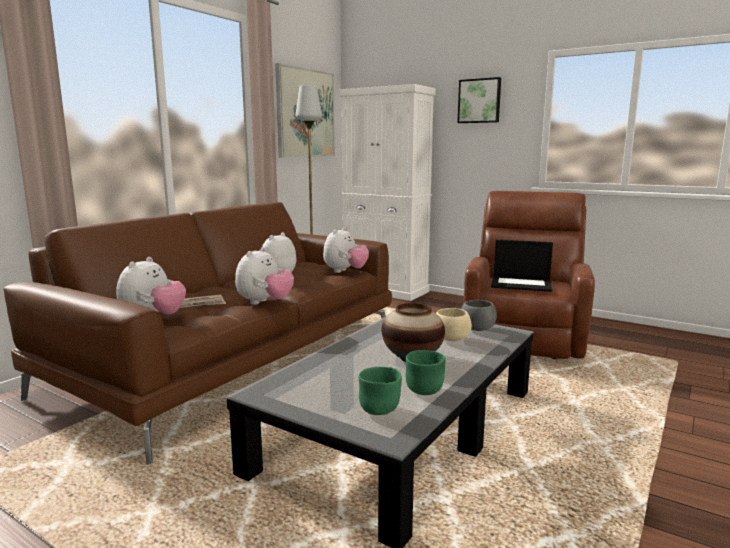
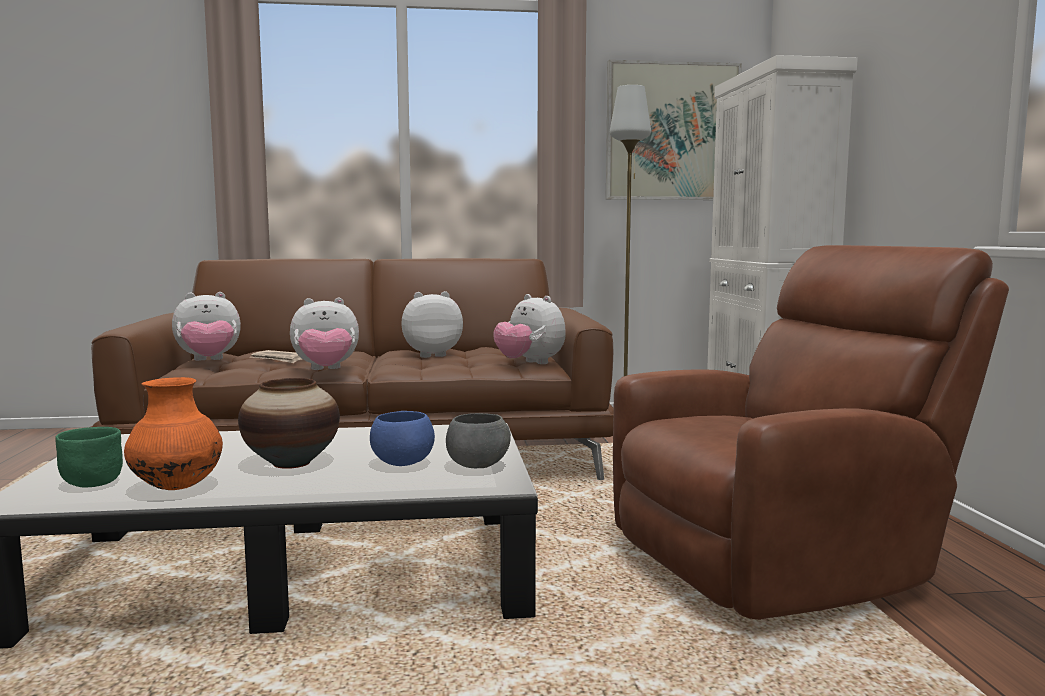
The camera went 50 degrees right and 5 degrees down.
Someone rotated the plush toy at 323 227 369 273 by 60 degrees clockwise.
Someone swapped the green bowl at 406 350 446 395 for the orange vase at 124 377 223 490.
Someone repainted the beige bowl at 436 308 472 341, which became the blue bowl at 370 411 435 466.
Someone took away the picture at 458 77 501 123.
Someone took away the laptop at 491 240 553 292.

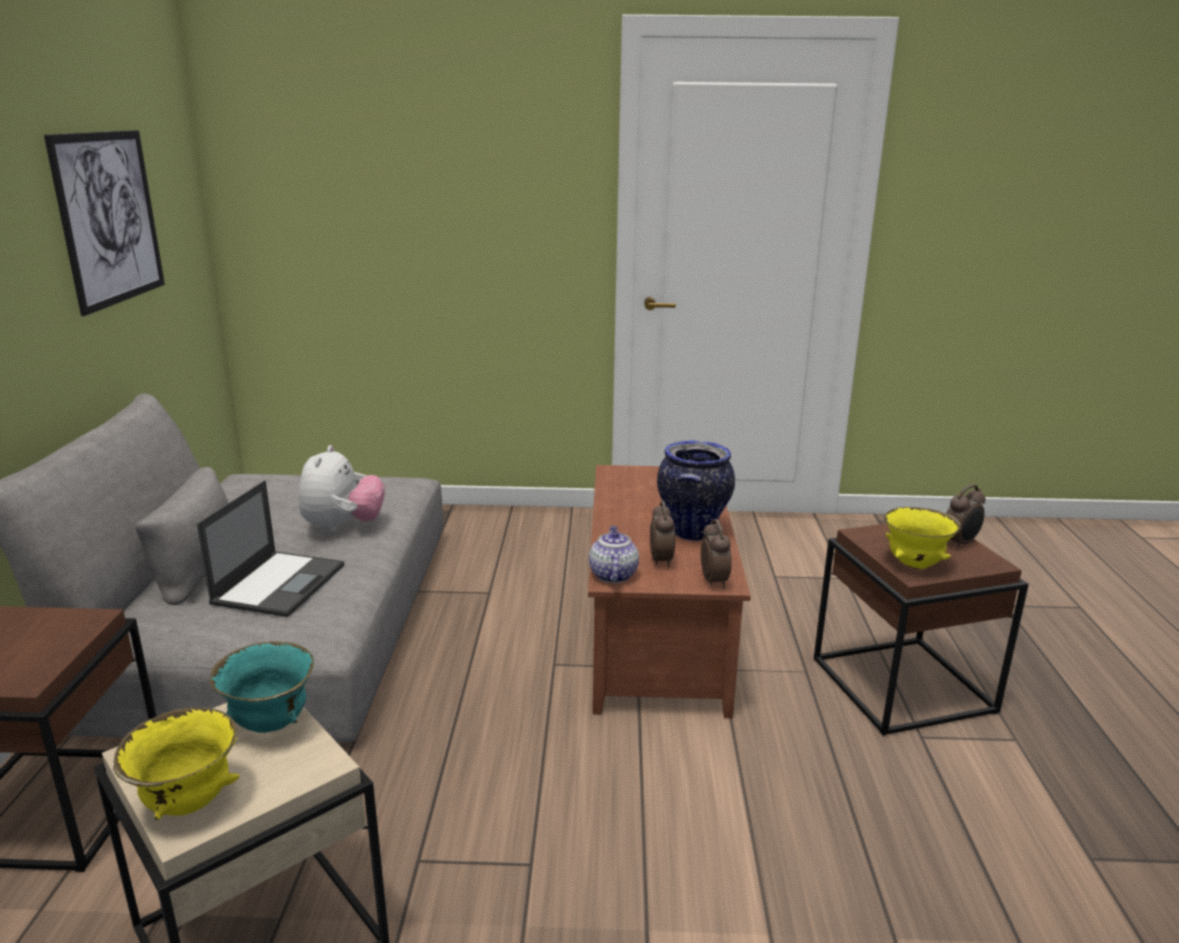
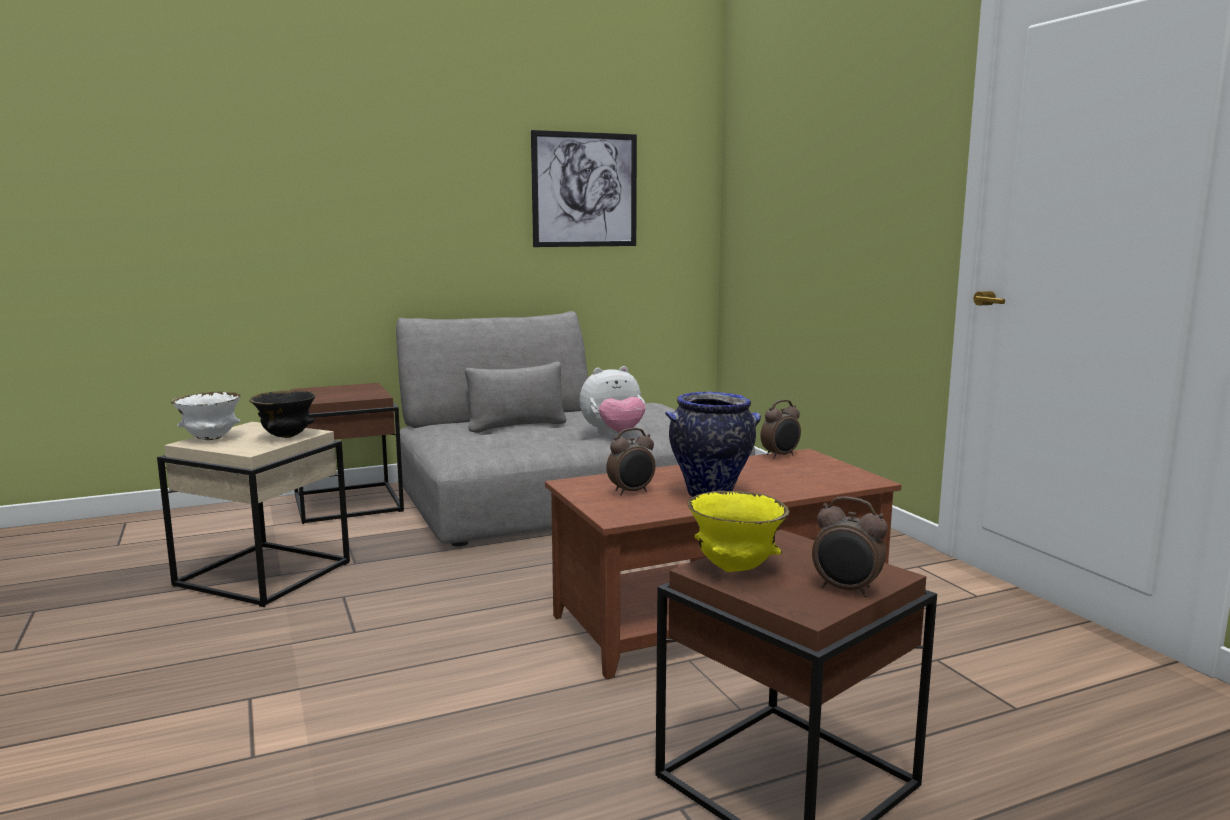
The camera went 65 degrees right and 10 degrees down.
Someone repainted the yellow bowl at 113 707 239 820, which became the white bowl at 171 392 241 440.
Someone took away the laptop at 197 480 344 617.
Someone repainted the turquoise bowl at 210 641 314 733, which became the black bowl at 250 390 316 438.
Someone took away the teapot at 589 526 639 583.
Someone carried the alarm clock from 701 519 732 588 to 760 400 801 459.

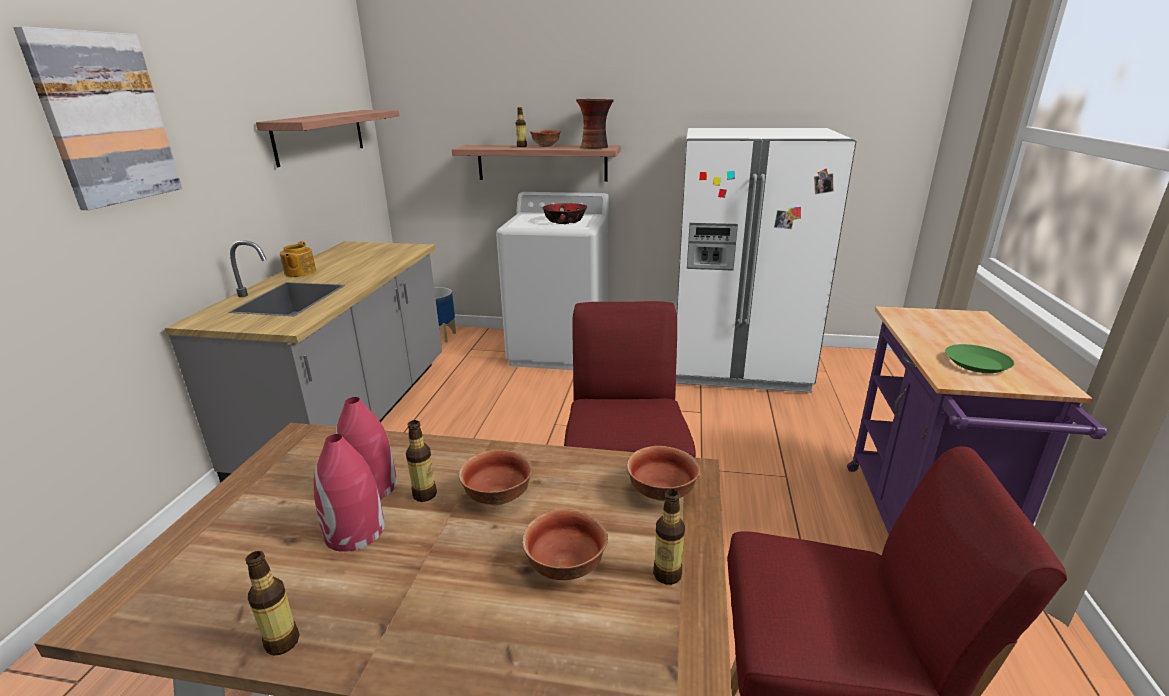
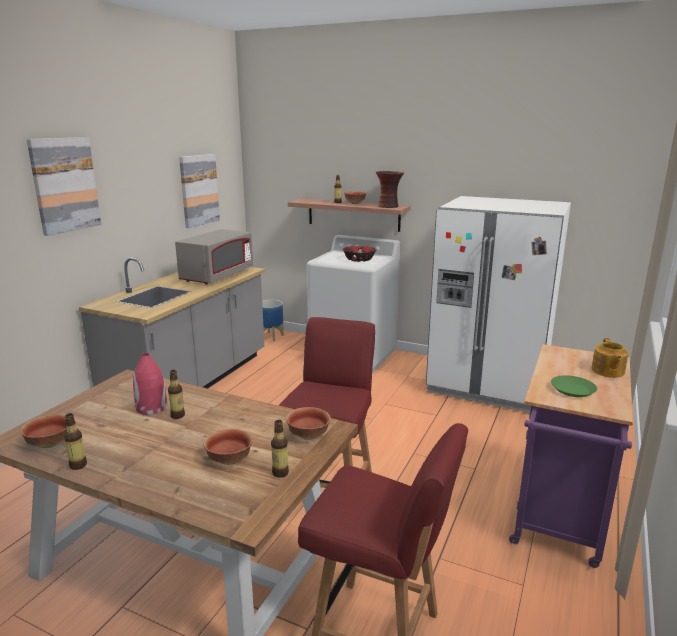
The camera went 15 degrees right and 5 degrees down.
Someone swapped the shelf at 256 110 399 167 for the picture at 179 154 220 228.
Someone carried the teapot from 280 241 316 277 to 591 338 628 378.
Someone took away the red vase at 313 434 385 552.
Someone carried the bowl from 459 450 533 505 to 20 414 67 448.
Someone put down the grey microwave at 175 229 253 285.

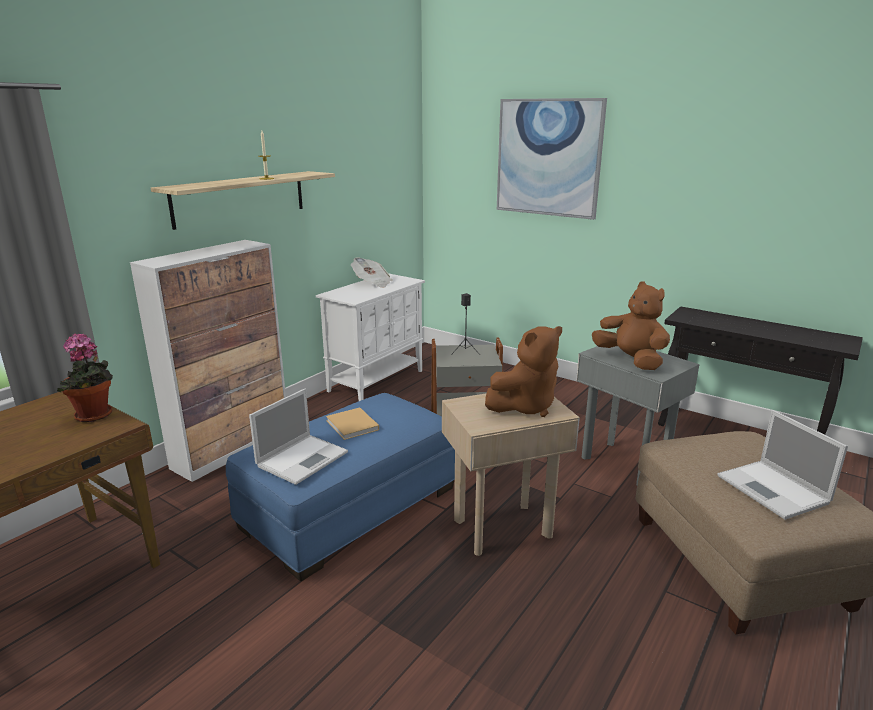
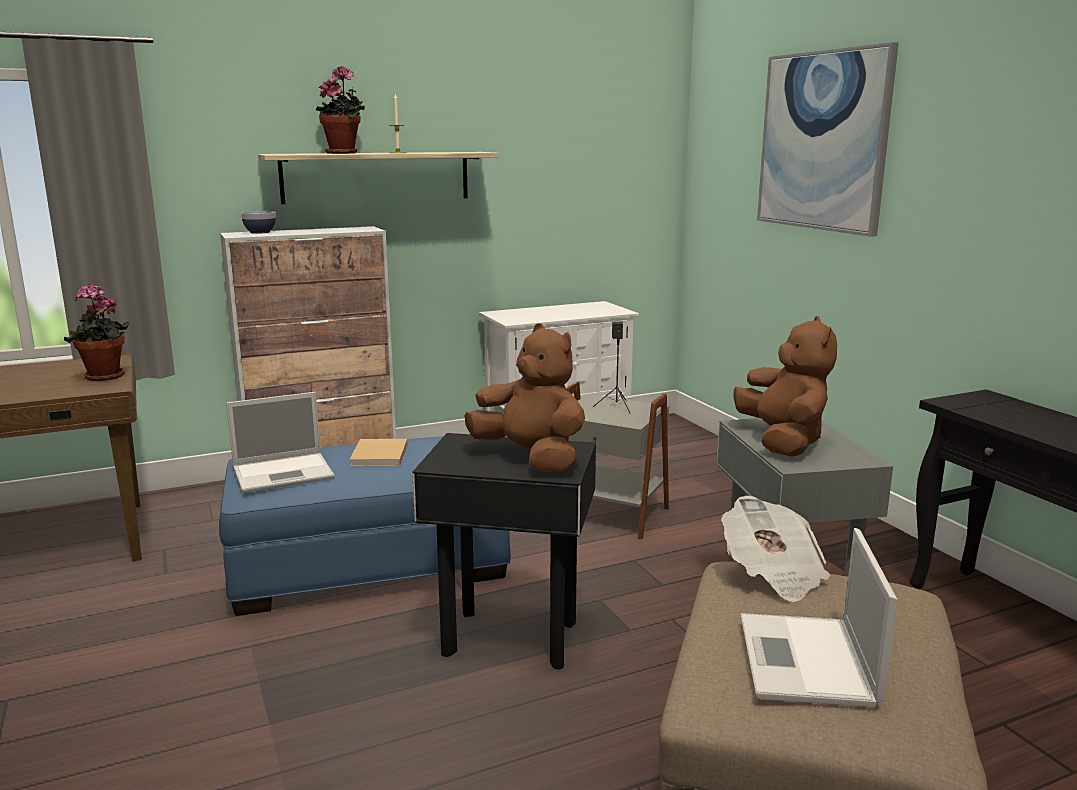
The camera went 30 degrees right and 5 degrees down.
Someone carried the newspaper from 351 257 393 288 to 721 496 830 602.
Someone repainted the beige side table at 442 393 580 556, which became the black side table at 412 433 596 670.
Someone rotated the brown plush toy at 485 326 562 417 by 135 degrees counterclockwise.
Someone put down the bowl at 241 211 276 234.
Someone put down the potted plant at 315 66 365 154.

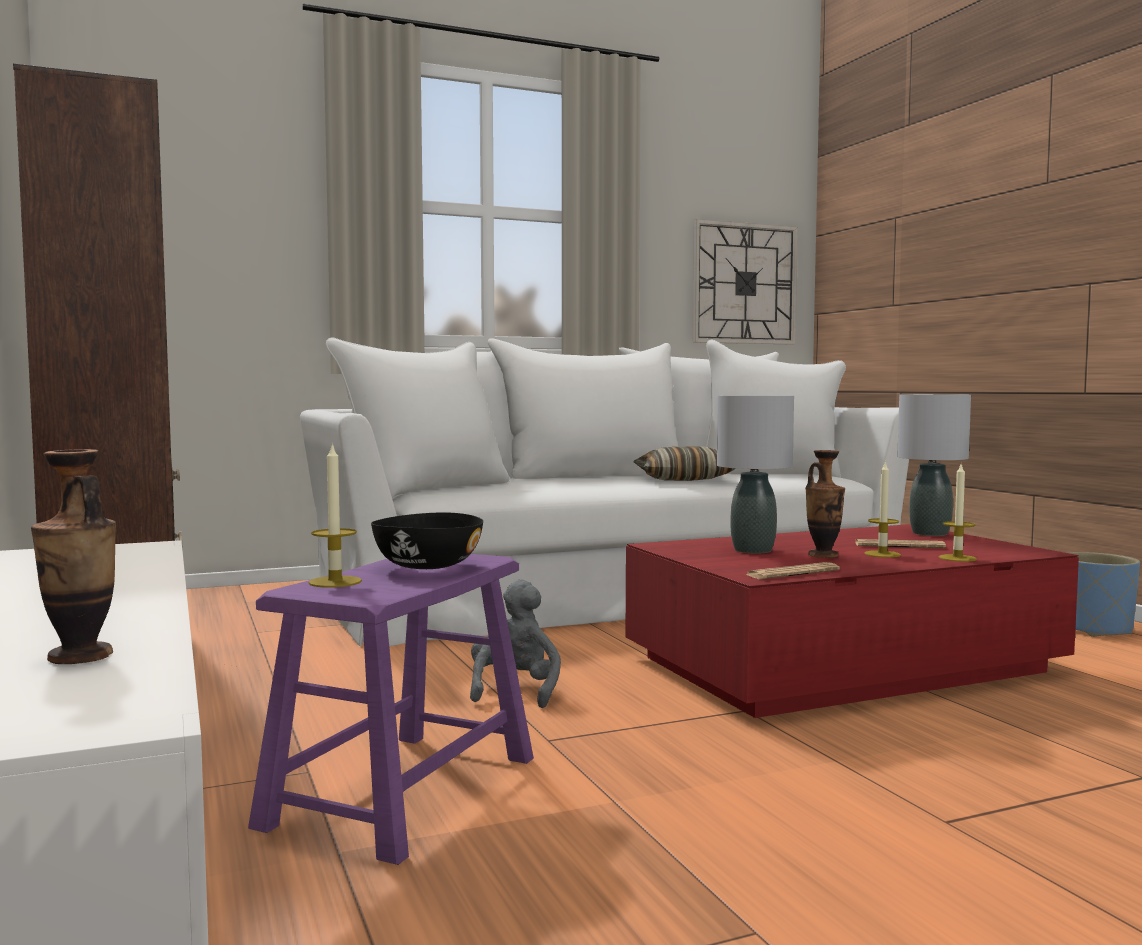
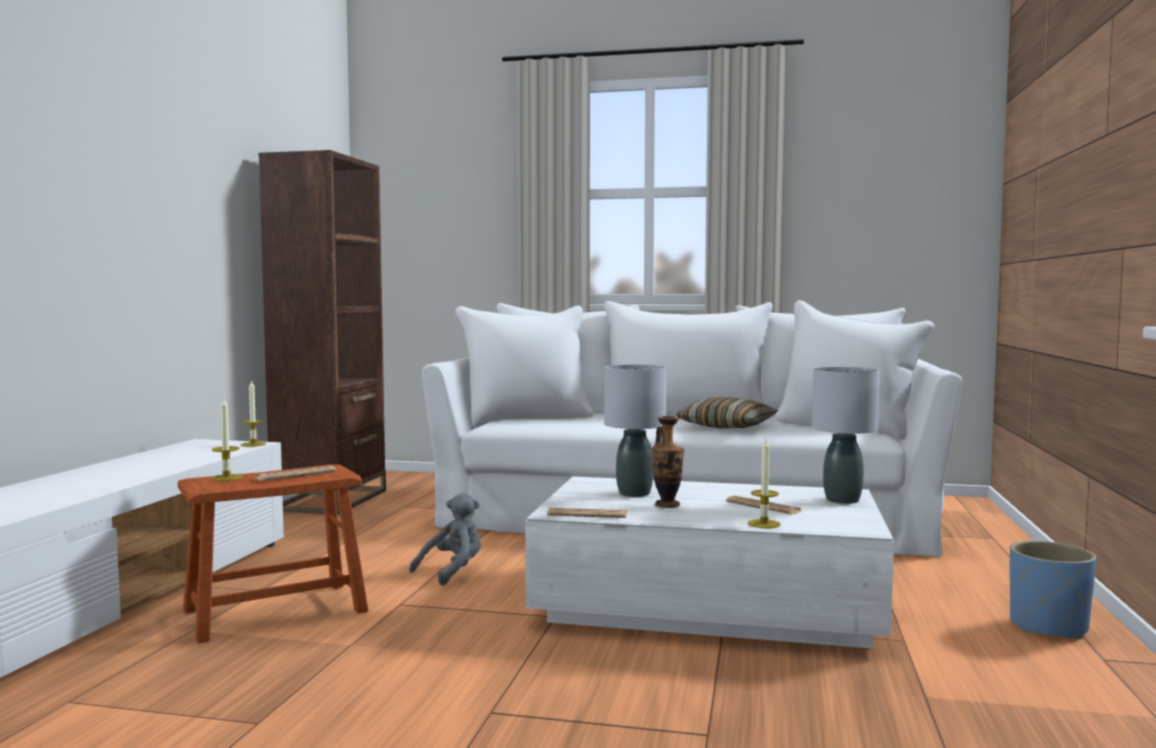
The camera went 35 degrees right and 0 degrees up.
Someone took away the vase at 31 449 116 664.
Someone repainted the purple stool at 248 554 534 865, which became the brown stool at 178 464 368 643.
Someone swapped the black bowl at 371 512 483 569 for the newspaper at 256 466 336 481.
Someone repainted the red coffee table at 626 524 1079 718, which became the white coffee table at 525 476 894 648.
Someone took away the wall clock at 692 219 798 345.
Someone carried the candle from 864 461 901 558 to 241 380 266 447.

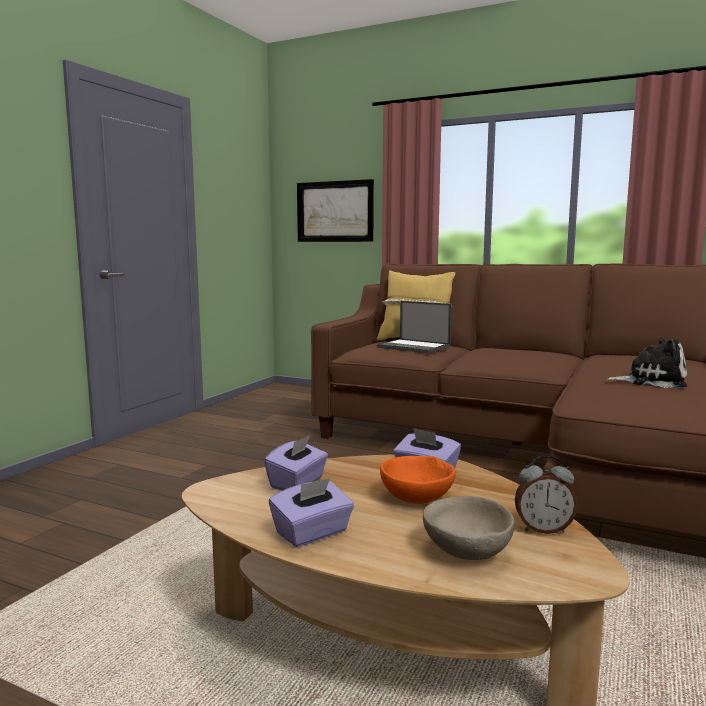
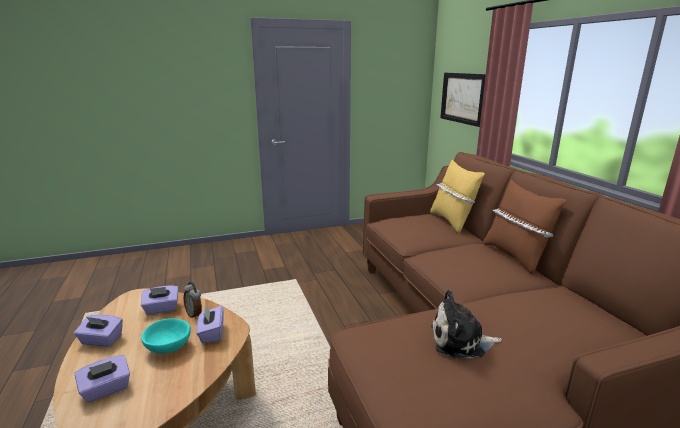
The camera went 45 degrees right and 10 degrees up.
Someone took away the laptop at 377 301 451 353.
Someone repainted the orange bowl at 380 456 456 504, which became the turquoise bowl at 141 318 191 353.
Someone swapped the beige bowl at 423 496 515 560 for the purple tissue box at 75 355 130 403.
Someone carried the alarm clock from 515 455 578 534 to 183 282 202 319.
Someone rotated the plush toy at 607 338 687 388 by 120 degrees clockwise.
Someone put down the brown pillow at 483 180 566 274.

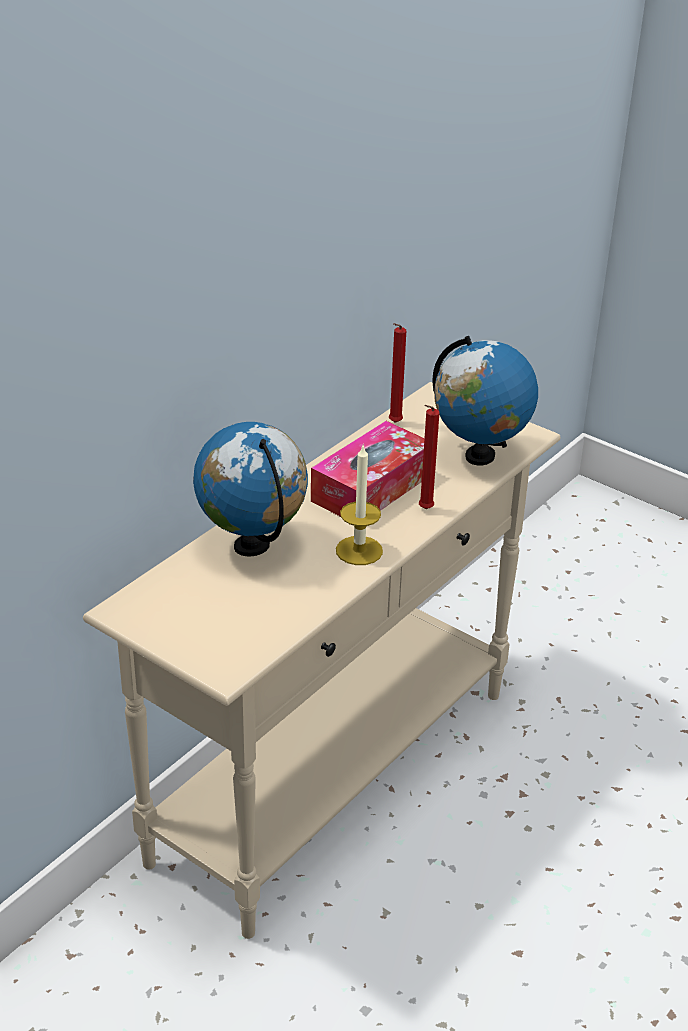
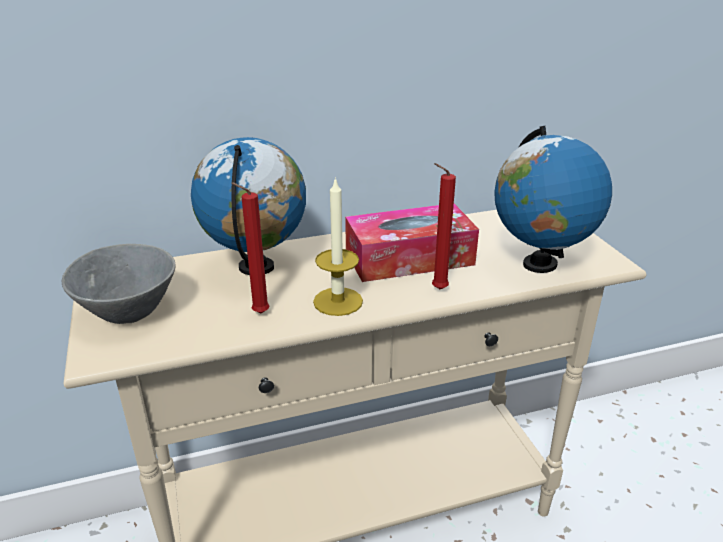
The camera went 35 degrees right and 5 degrees down.
Someone carried the red candle from 389 323 406 423 to 231 182 269 313.
Someone put down the grey bowl at 62 244 176 324.

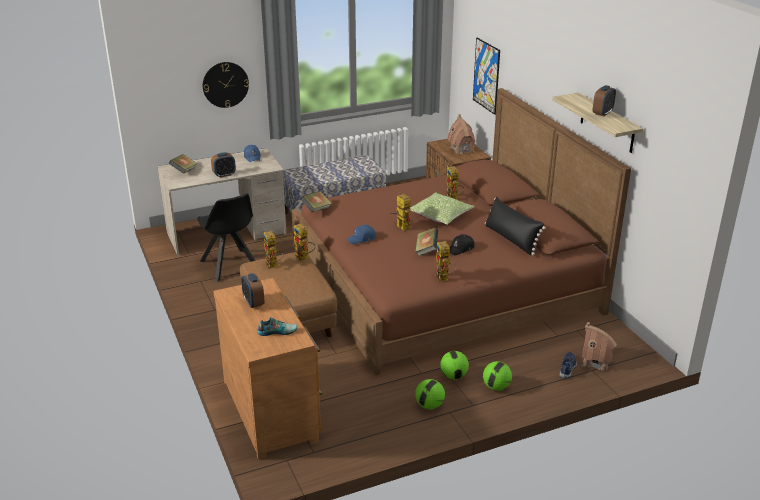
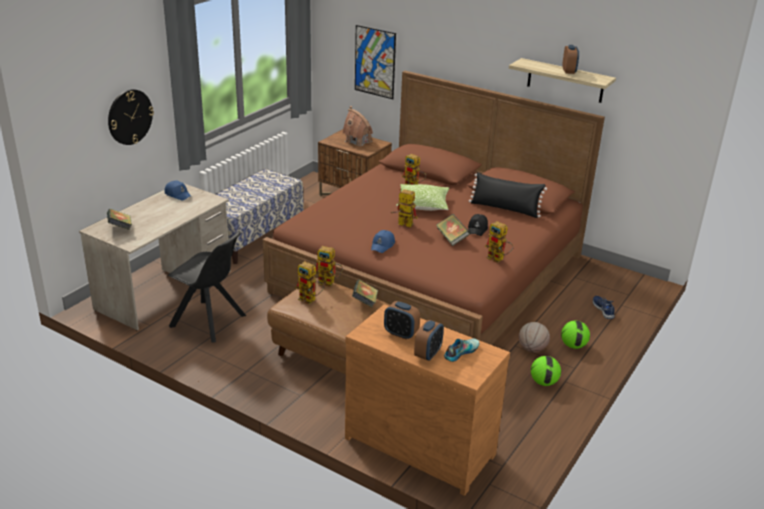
The camera went 35 degrees left and 0 degrees up.
Someone carried the alarm clock from 211 152 236 178 to 414 320 444 361.
Someone carried the book from 300 191 332 212 to 352 280 378 307.
Someone swapped the football at 440 351 469 379 for the basketball at 518 322 550 353.
Someone took away the toy house at 581 322 617 372.

